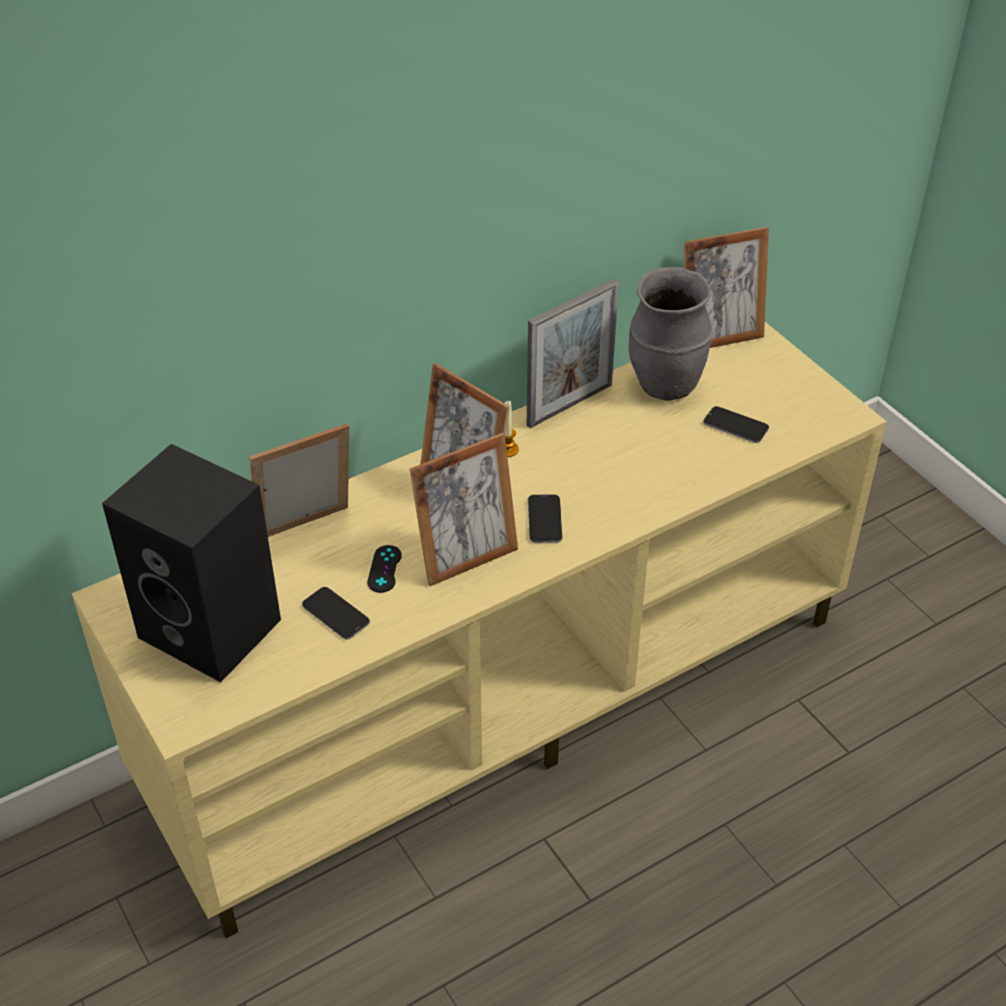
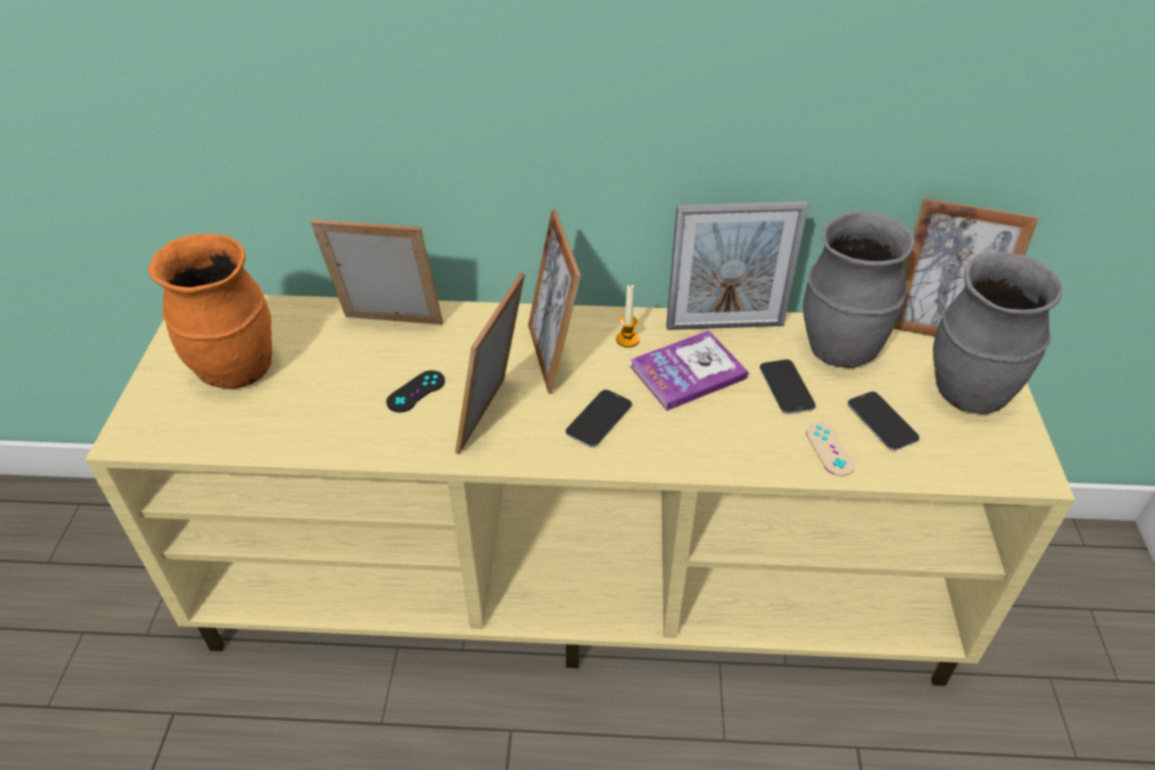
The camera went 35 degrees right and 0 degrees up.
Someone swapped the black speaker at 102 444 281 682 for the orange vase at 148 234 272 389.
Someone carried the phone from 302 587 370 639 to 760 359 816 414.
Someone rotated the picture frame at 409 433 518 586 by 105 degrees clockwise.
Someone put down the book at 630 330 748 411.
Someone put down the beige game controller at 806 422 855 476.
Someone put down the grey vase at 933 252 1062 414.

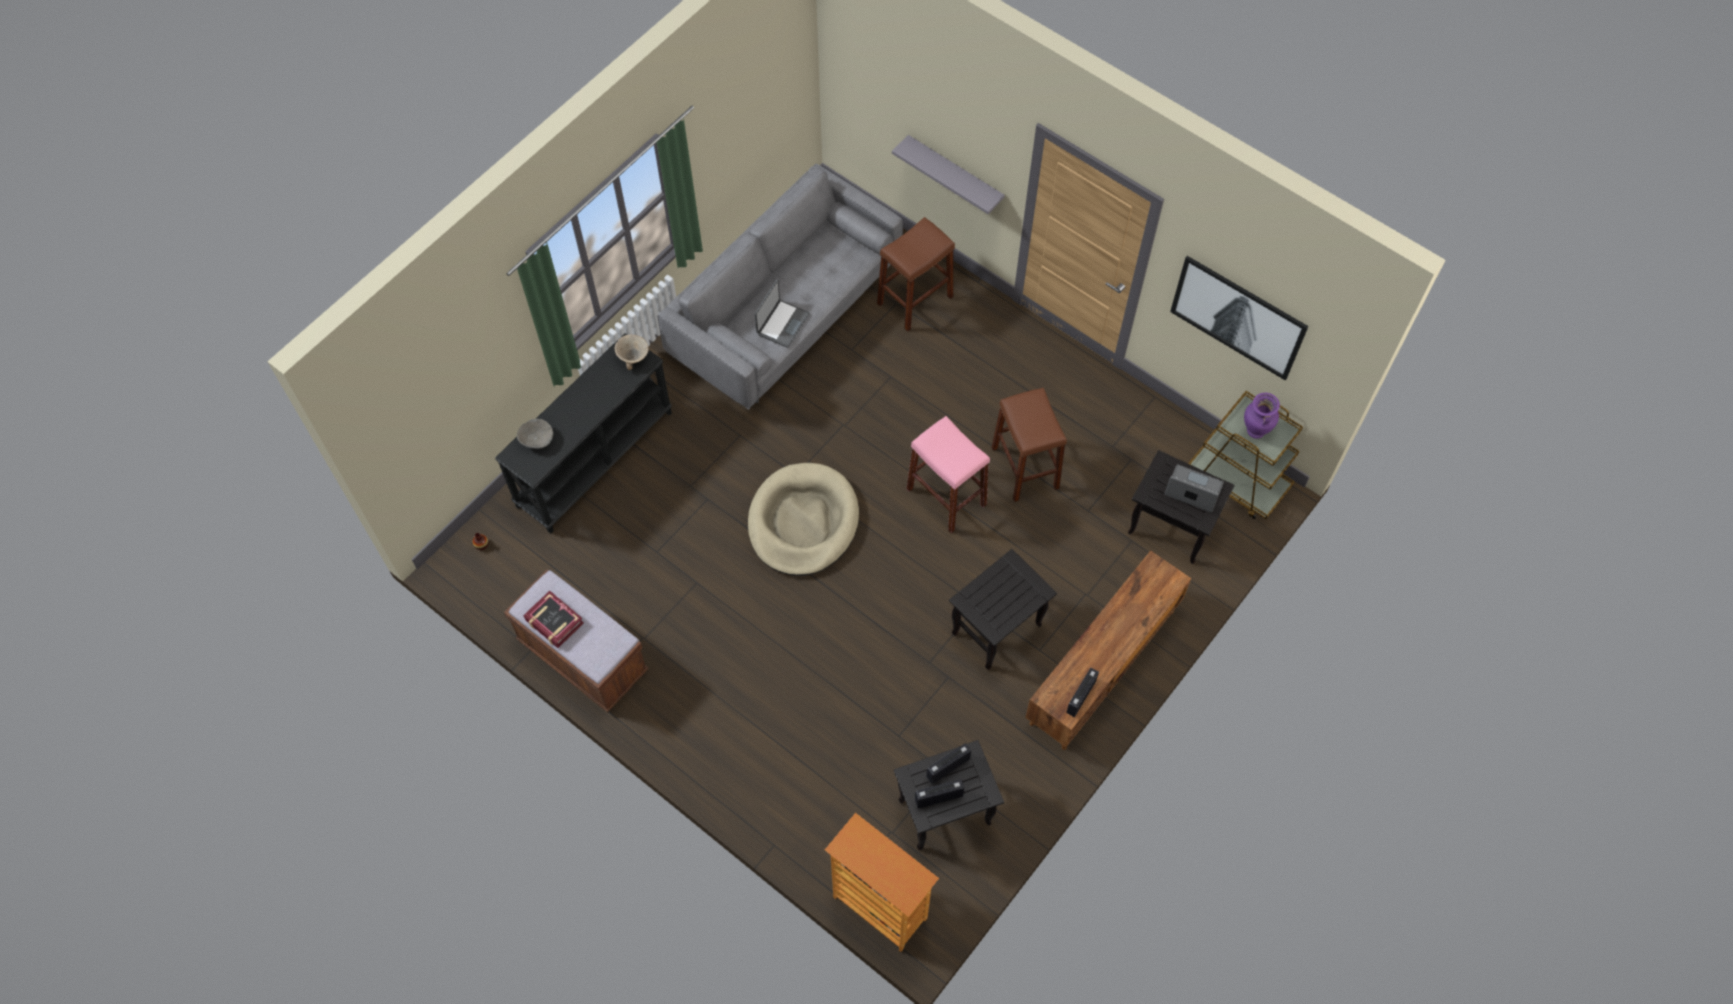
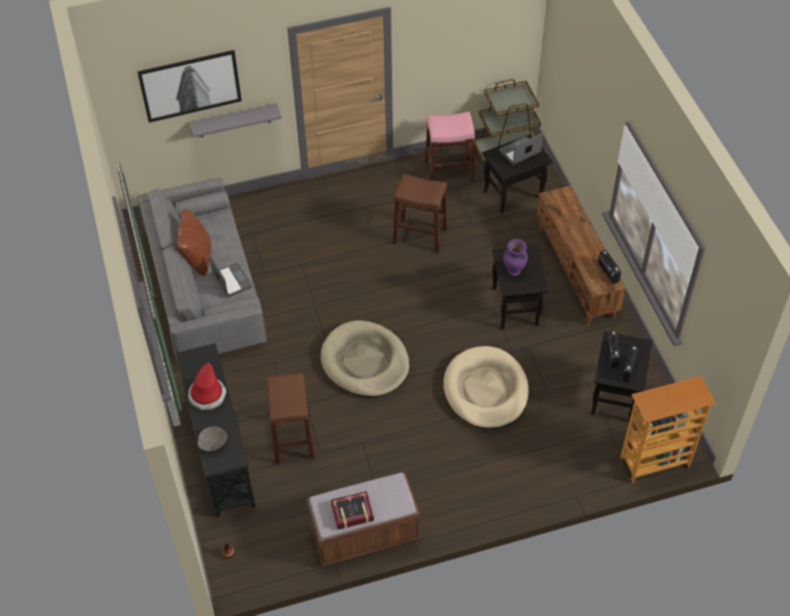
The camera went 55 degrees left and 10 degrees down.
Someone took away the beige bowl at 615 335 649 370.
Someone carried the brown stool from 877 217 955 331 to 266 373 314 464.
Someone carried the pink stool from 907 416 990 533 to 425 112 475 182.
Someone carried the picture from 1170 256 1309 380 to 137 50 242 123.
Someone carried the purple vase from 1244 393 1280 439 to 503 239 528 276.
Someone put down the brown pillow at 177 209 211 276.
Someone put down the hat at 188 363 227 410.
Someone put down the beige dog bed at 443 346 529 429.

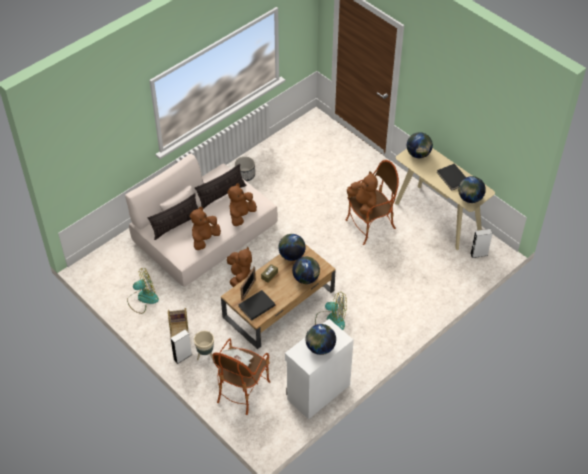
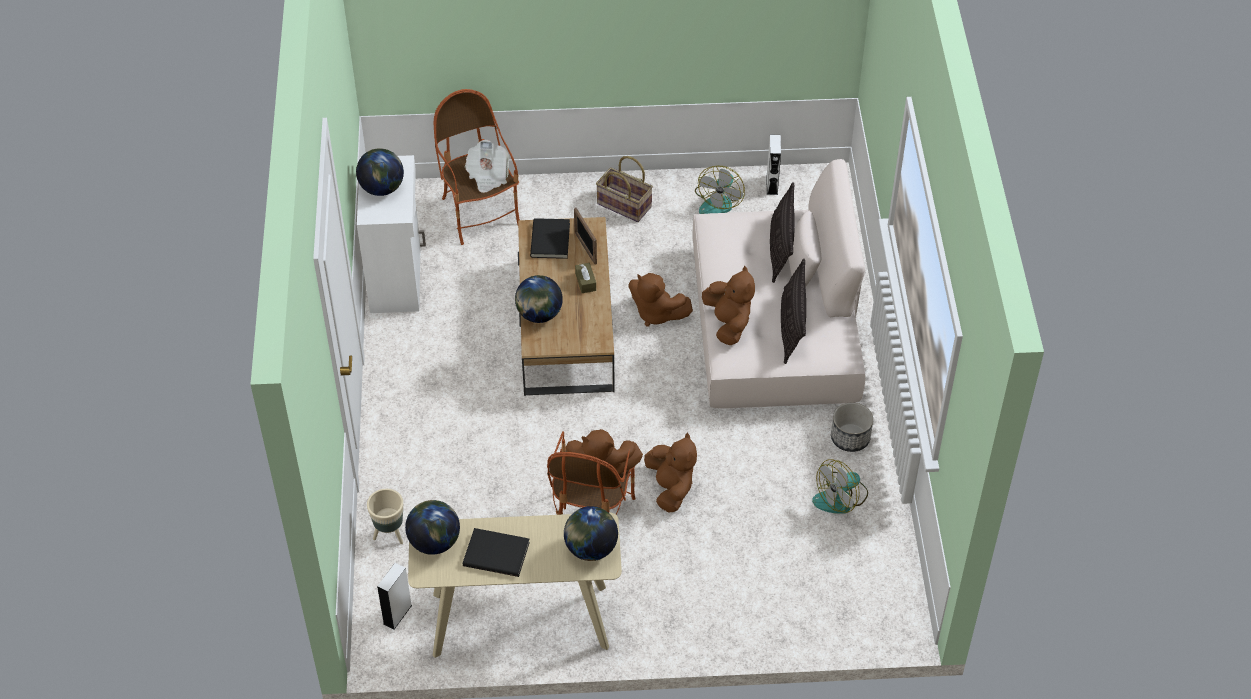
The camera went 130 degrees right and 0 degrees up.
Someone carried the white speaker from 170 330 192 364 to 766 135 781 195.
Someone carried the brown plush toy from 190 207 221 250 to 644 433 697 512.
Someone carried the beige planter from 194 331 214 360 to 367 489 403 544.
Someone took away the globe at 278 234 306 261.
Someone carried the fan from 315 292 347 330 to 812 459 868 514.

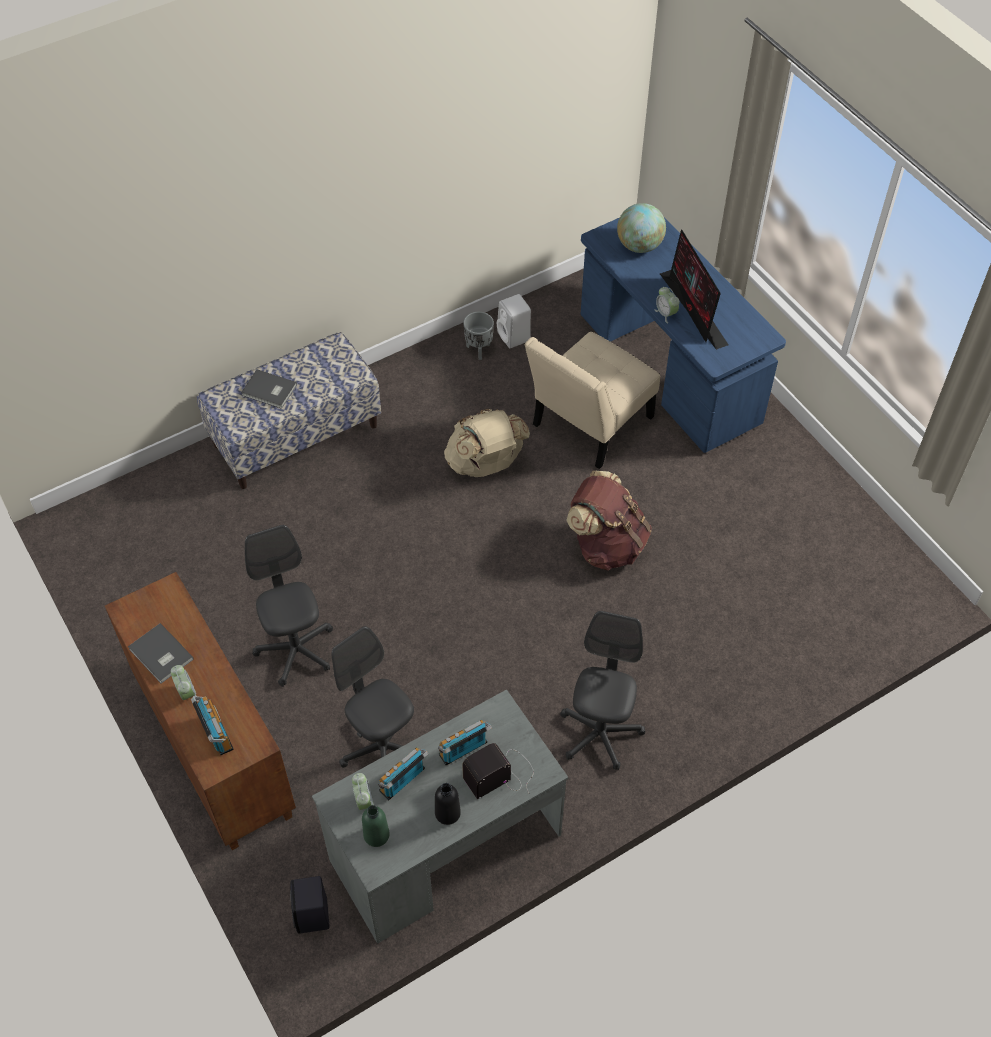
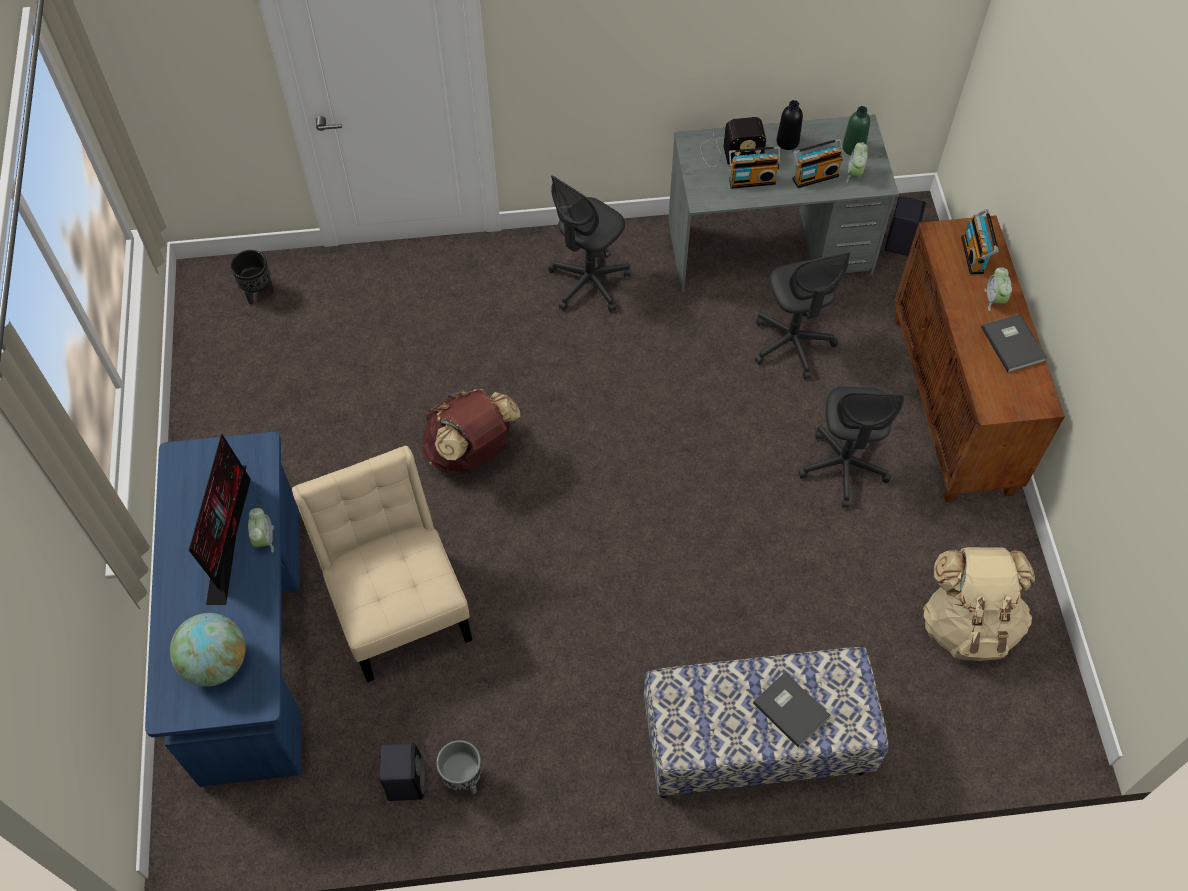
The camera went 155 degrees left and 5 degrees up.
Someone carried the beige backpack from 444 409 530 477 to 922 547 1035 661.
Someone repainted the white speaker at 497 294 531 348, which became the black speaker at 380 743 425 801.
Someone rotated the beige chair at 525 332 660 469 by 90 degrees counterclockwise.
Someone put down the black planter at 230 250 274 305.

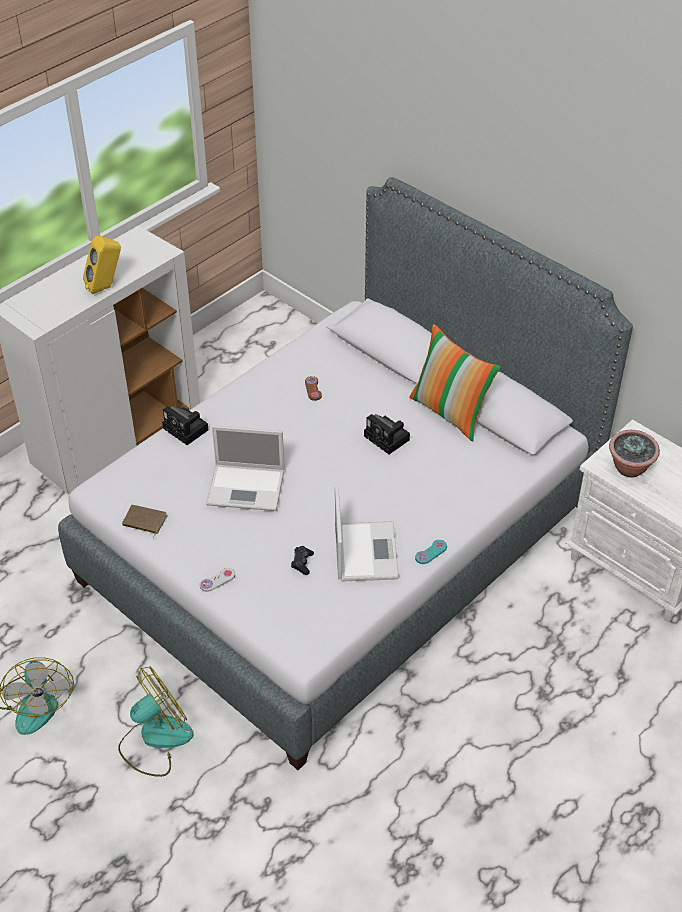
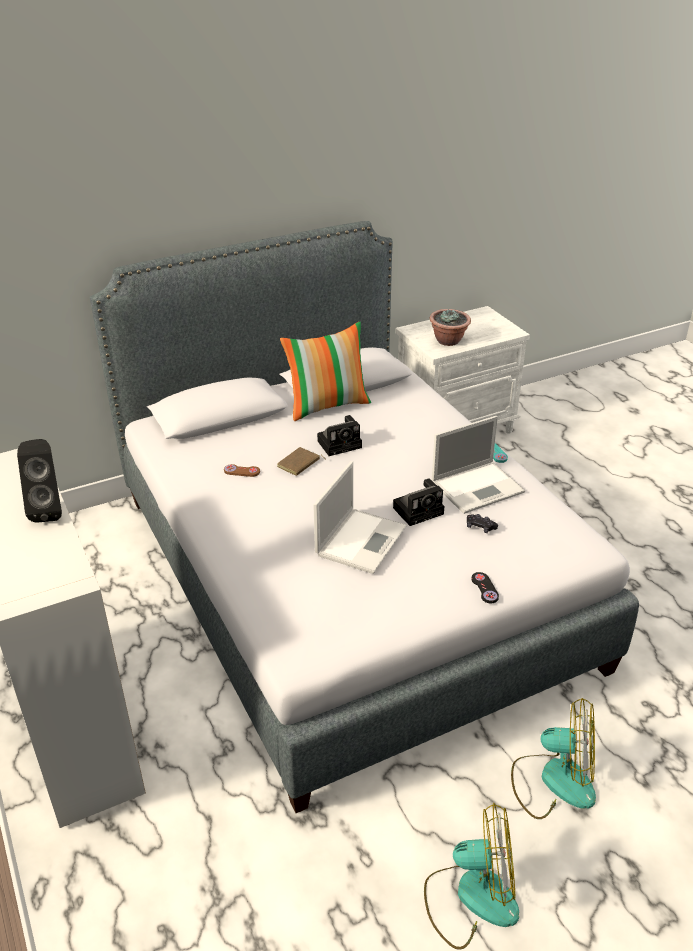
The camera went 70 degrees left and 10 degrees down.
Someone repainted the yellow speaker at 83 235 121 294, which became the black speaker at 17 439 62 523.
Someone rotated the fan at 118 666 194 777 by 120 degrees clockwise.
Someone carried the brown book from 122 505 167 538 to 277 447 324 476.
Someone carried the photo camera from 162 406 208 445 to 393 479 444 526.
Someone repainted the white game controller at 200 568 235 592, which became the black game controller at 471 572 499 603.
Someone rotated the laptop at 335 486 399 581 by 135 degrees clockwise.

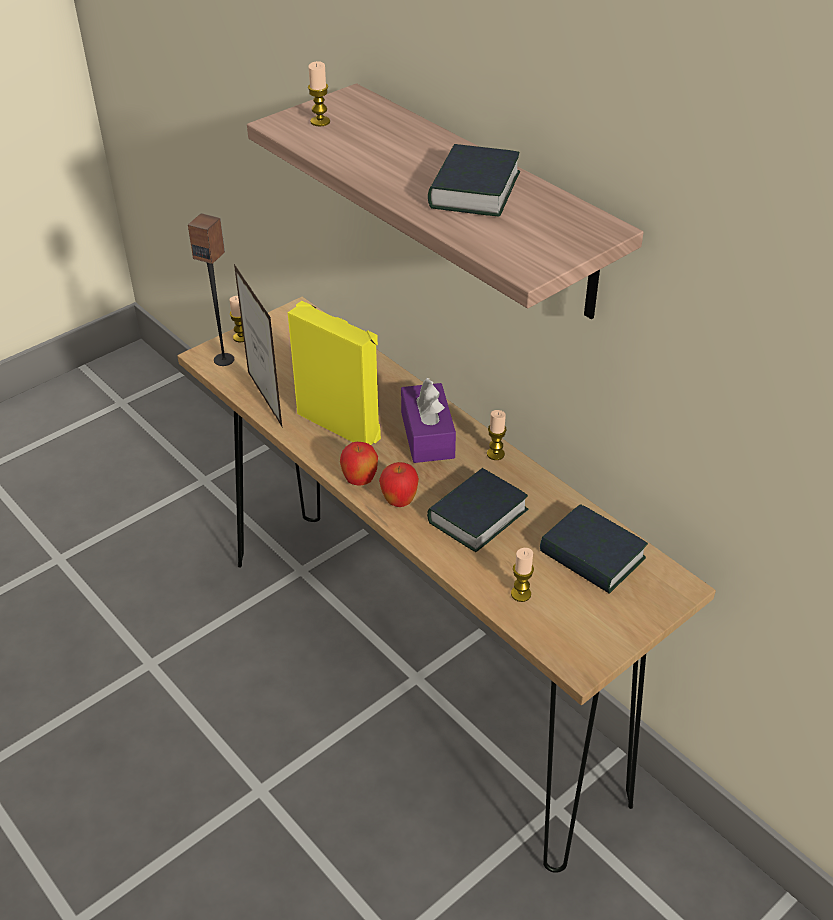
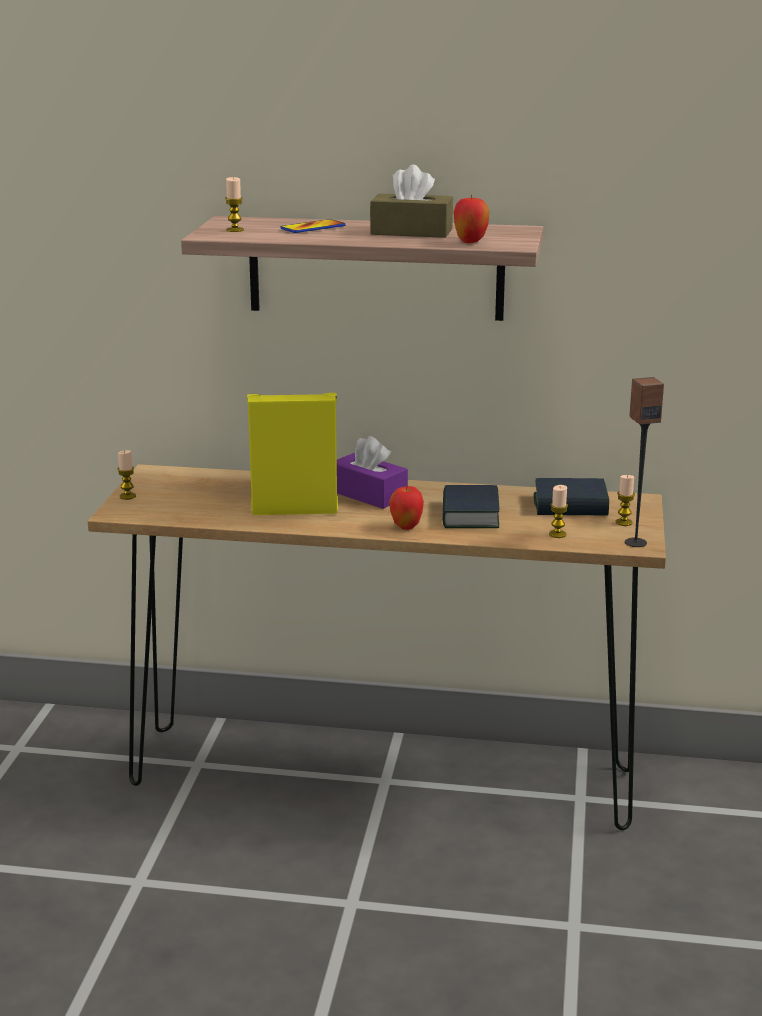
The camera went 40 degrees left and 20 degrees down.
Someone carried the speaker from 188 213 234 366 to 625 377 664 547.
Someone took away the picture frame at 234 264 283 428.
Someone carried the apple from 340 442 378 486 to 454 195 490 243.
Someone swapped the book at 428 144 520 216 for the brown tissue box at 370 164 453 238.
Someone carried the candle from 487 410 507 460 to 615 475 635 526.
Someone put down the phone at 280 219 346 233.

